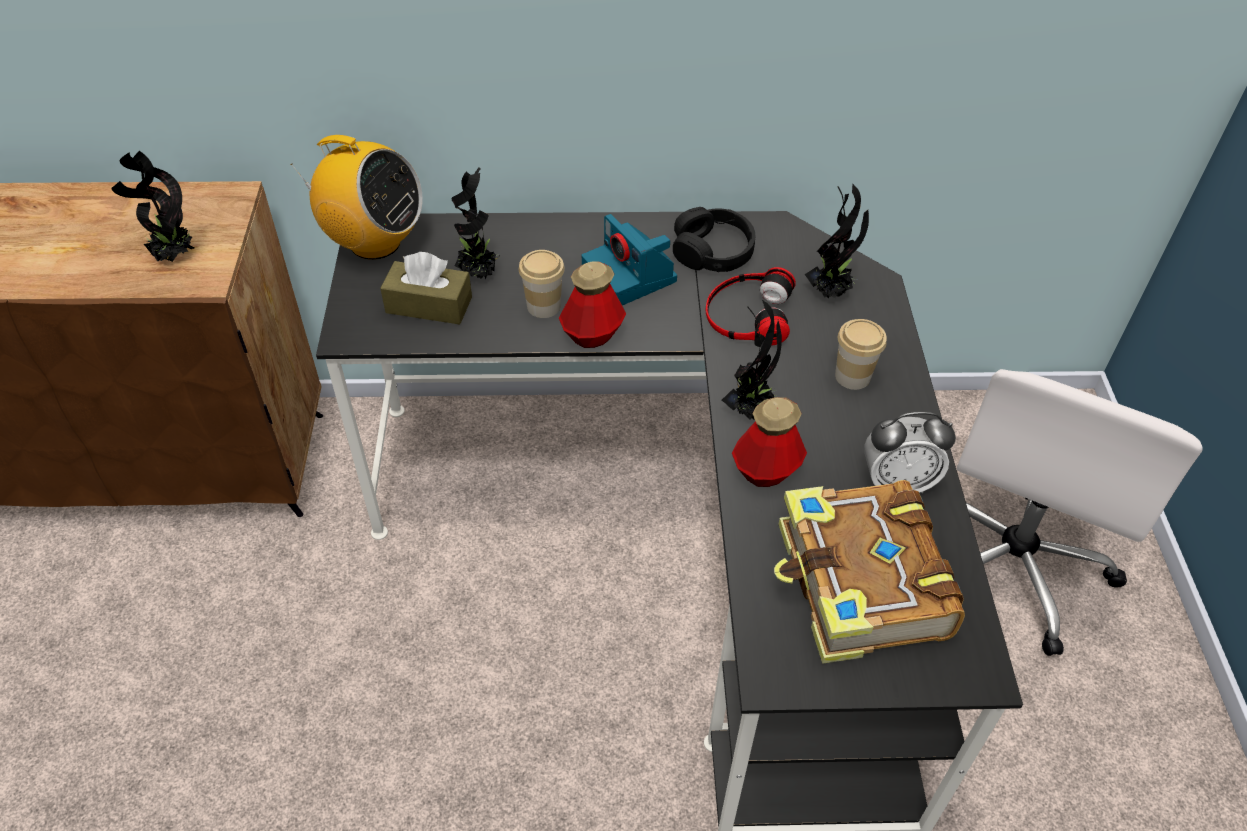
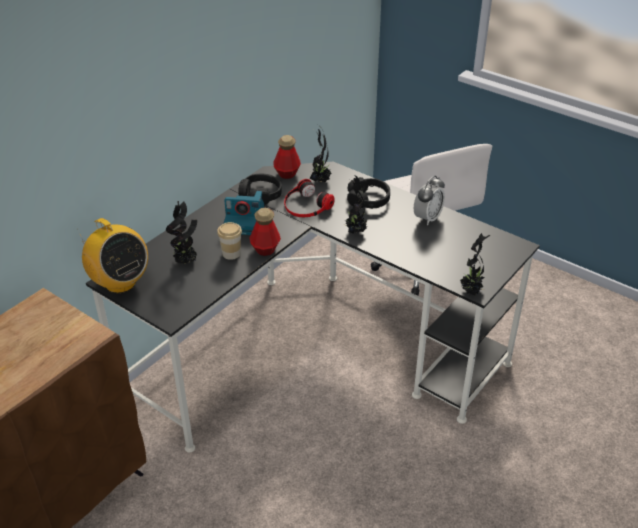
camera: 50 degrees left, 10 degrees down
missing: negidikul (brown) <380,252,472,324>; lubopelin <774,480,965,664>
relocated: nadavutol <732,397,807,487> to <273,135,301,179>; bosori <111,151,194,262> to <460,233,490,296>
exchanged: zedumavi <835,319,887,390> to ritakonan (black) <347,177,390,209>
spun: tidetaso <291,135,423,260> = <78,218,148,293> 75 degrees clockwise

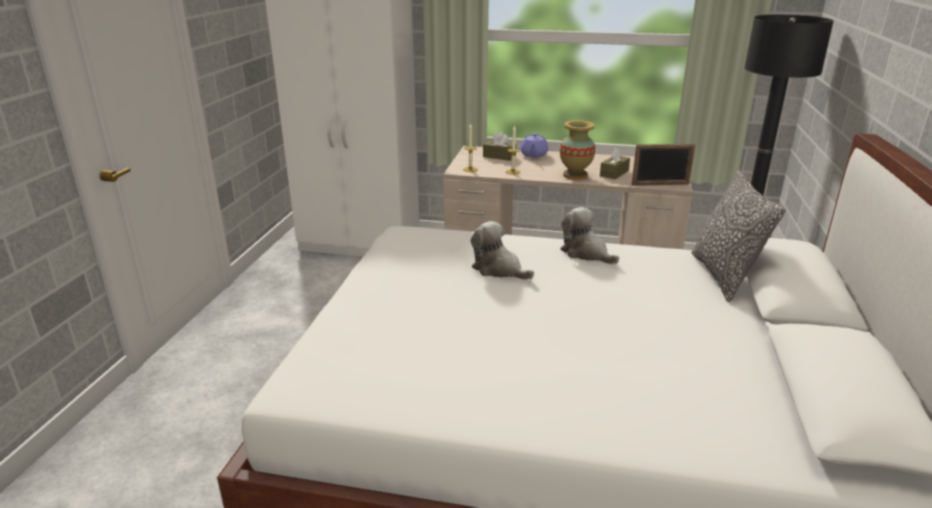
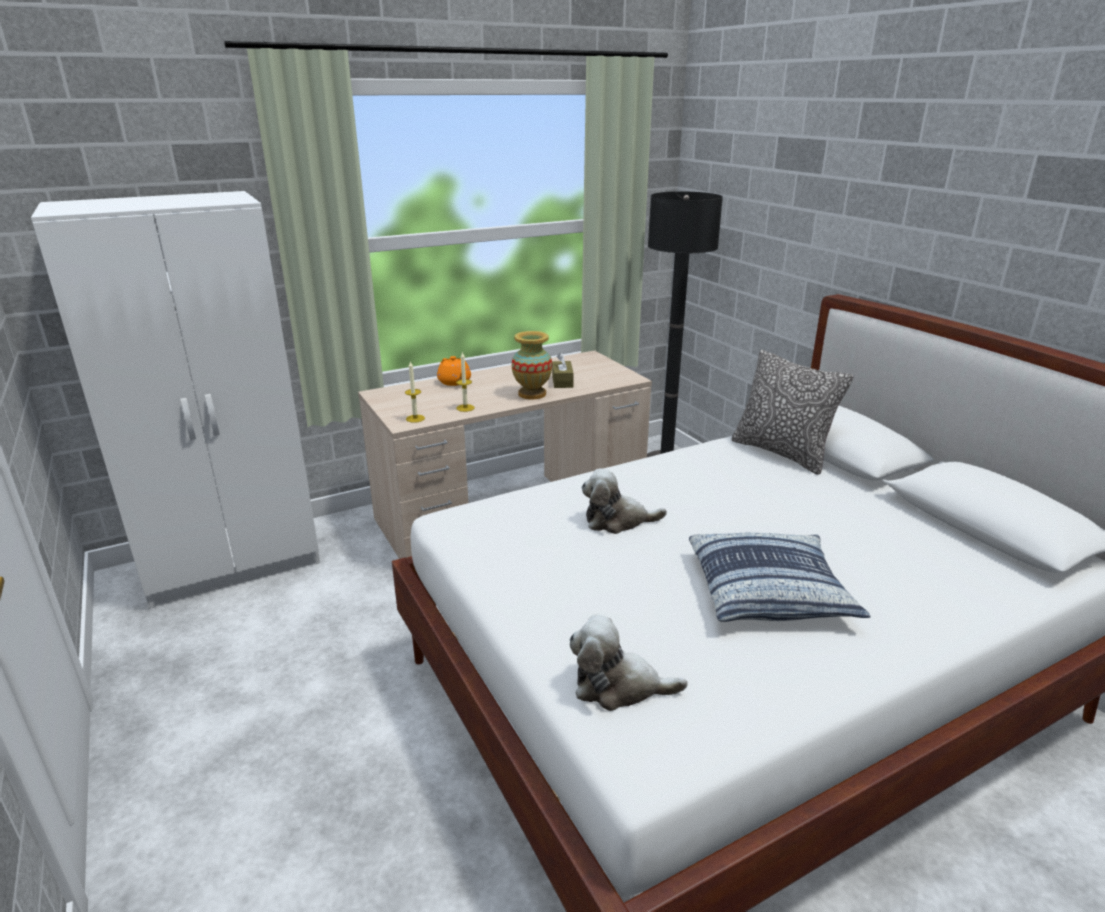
camera: 40 degrees left, 0 degrees up
missing: negidikul (brown) <483,132,516,161>; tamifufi <631,144,696,186>
appeared: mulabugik <689,533,871,622>
relocated: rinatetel <560,207,619,264> to <570,615,688,711>
colour: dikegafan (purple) <520,133,548,157> to dikegafan (orange) <437,356,471,386>

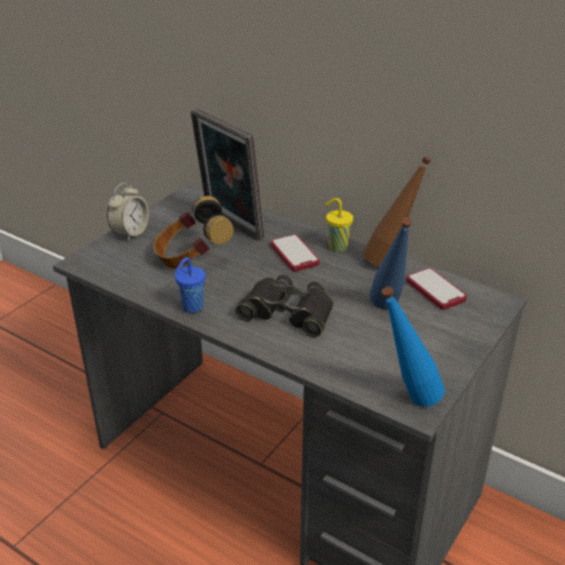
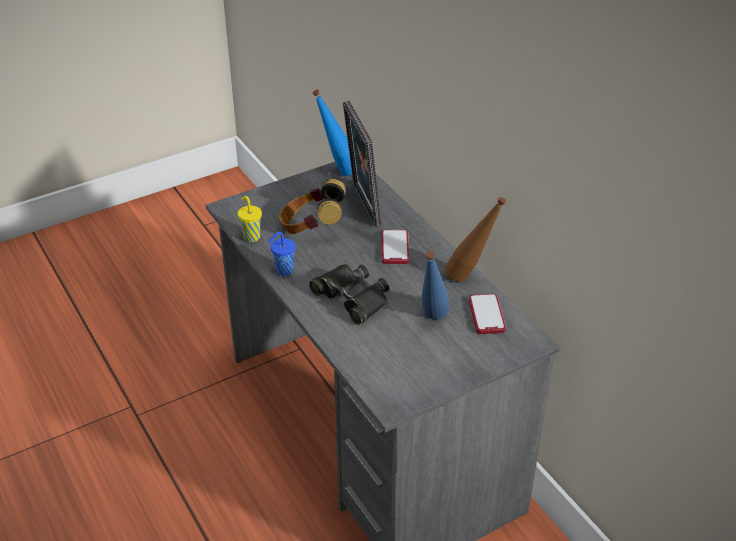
camera: 25 degrees right, 5 degrees up
missing: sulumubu <107,183,149,241>
relocated: zedumavi (yellow) <325,198,353,252> to <238,196,262,242>; nadavutol (blue) <381,287,445,407> to <312,90,352,176>

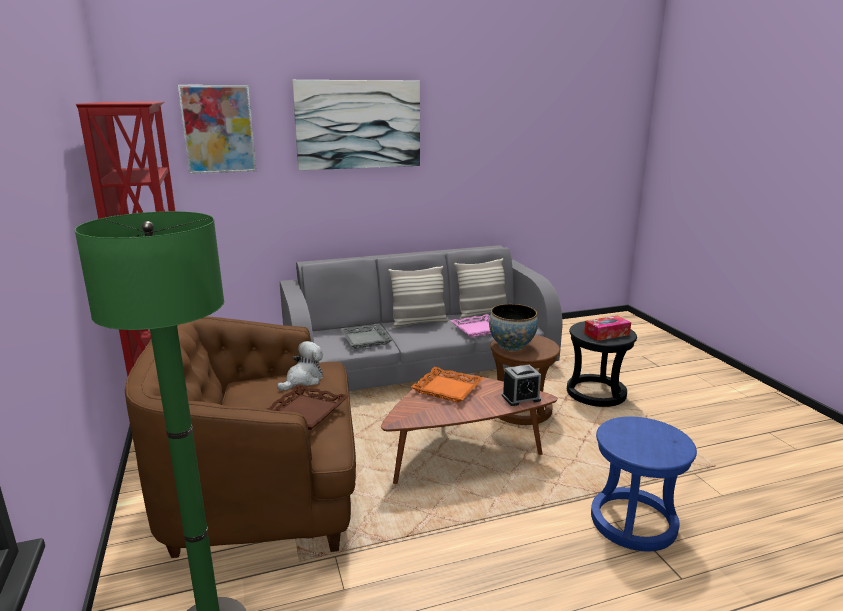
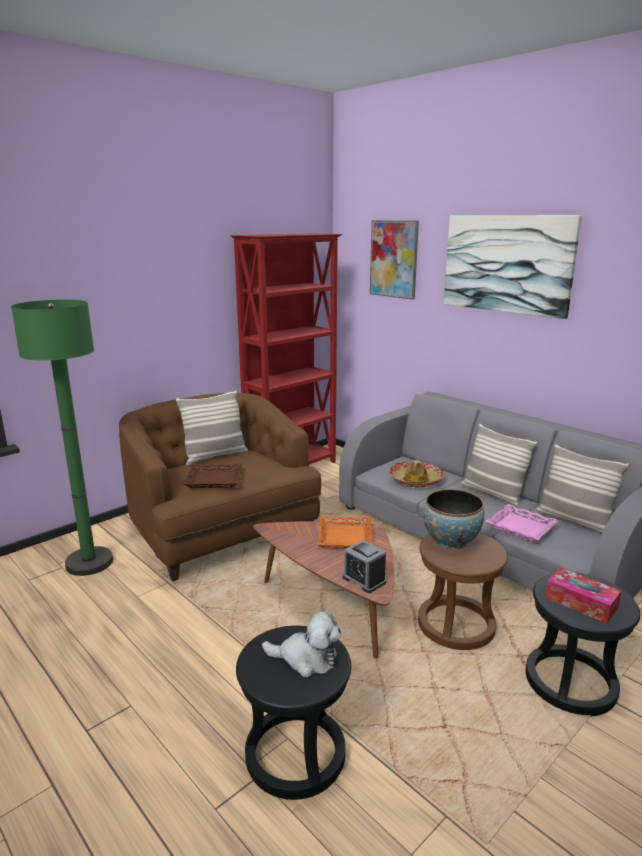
camera: 65 degrees right, 0 degrees up
appeared: mulabugik <176,390,248,465>
relocated: rinatetel <277,341,323,391> to <262,611,341,677>
exchanged: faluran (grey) <341,324,393,349> to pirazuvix <389,460,445,488>
colour: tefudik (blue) <591,416,697,552> to tefudik (black) <236,626,351,800>

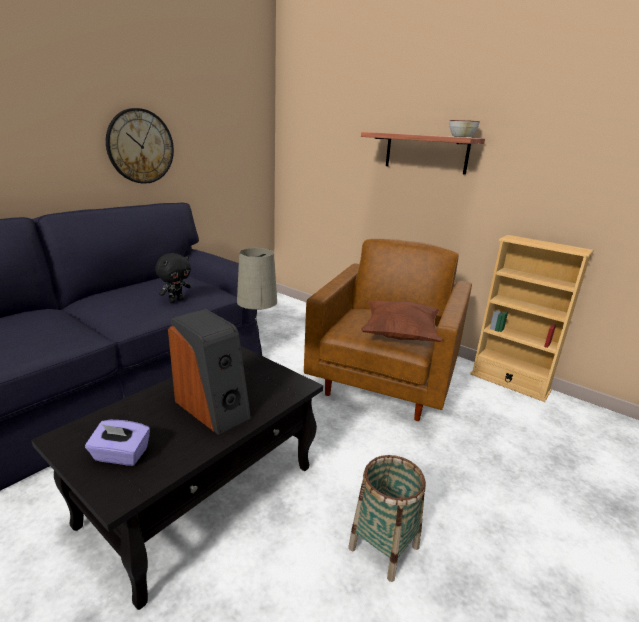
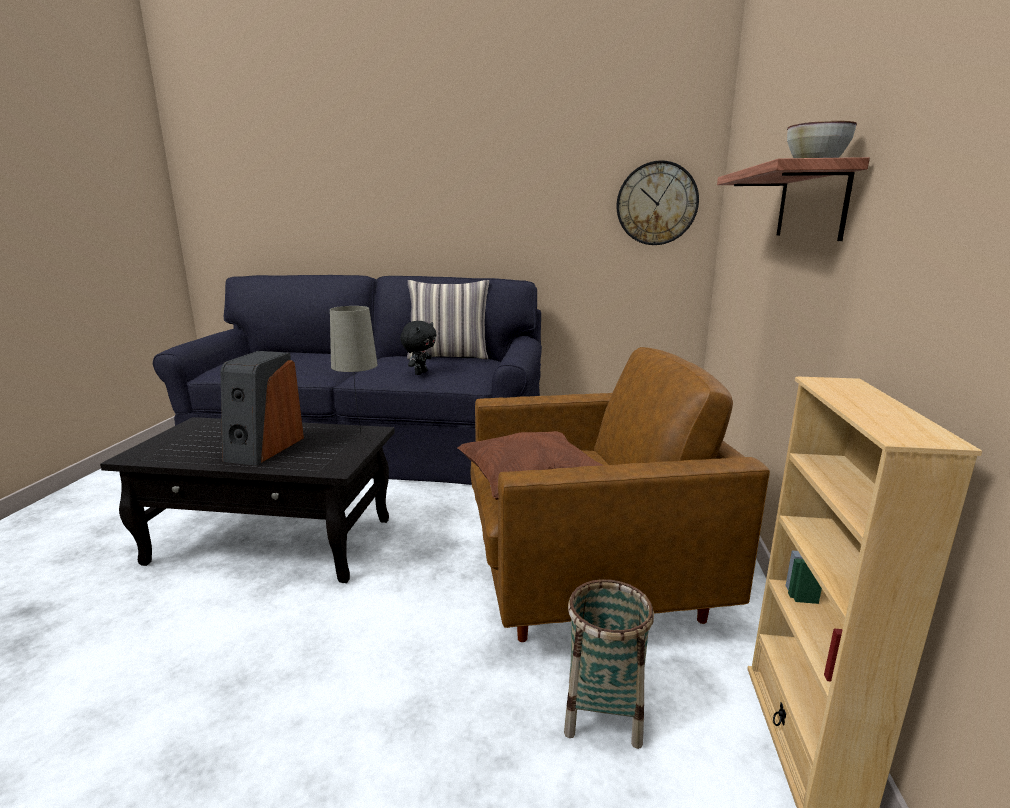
camera: 60 degrees right, 5 degrees down
missing: negidikul (purple) <85,420,150,466>
appeared: mulabugik <407,280,489,359>
relocated: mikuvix <348,455,426,582> to <564,579,654,749>; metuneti <106,108,174,184> to <616,160,699,245>
spun: rinatetel (black) <155,253,191,303> = <400,321,437,375> 75 degrees counterclockwise

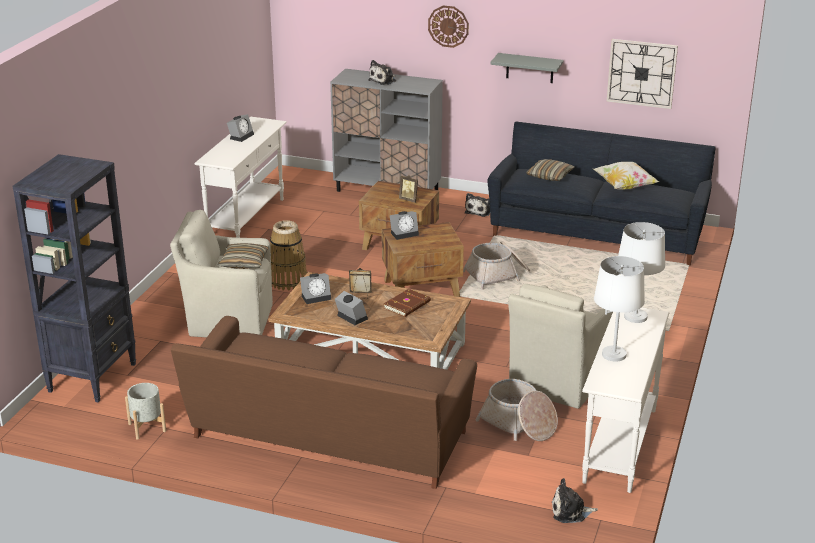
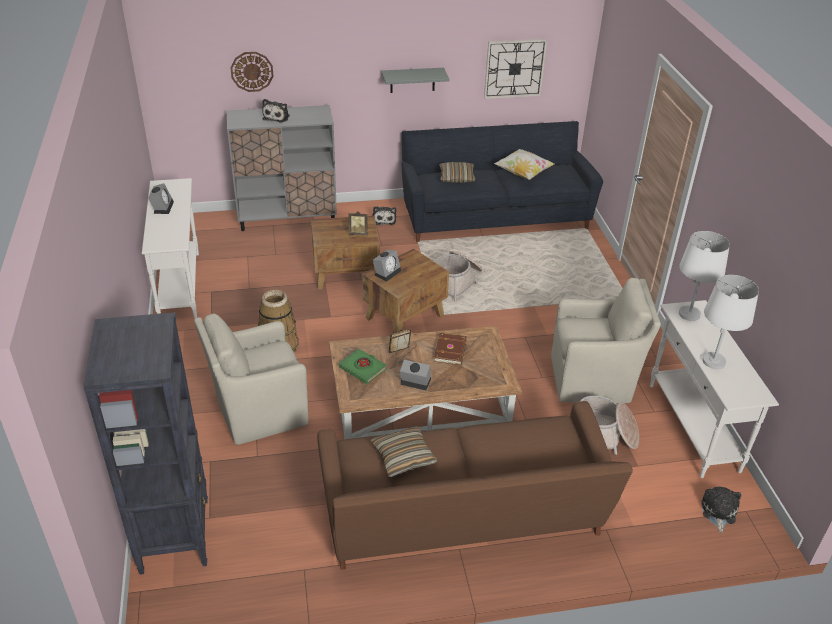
camera: 30 degrees left, 10 degrees up
missing: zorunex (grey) <125,383,166,440>
relocated: metuneti <428,5,469,48> to <230,52,274,92>; mulabugik <218,243,268,269> to <371,426,438,477>
exchanged: sulumubu <300,273,331,304> to lubopelin (green) <339,349,387,384>
spun: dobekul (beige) <508,284,613,409> = <551,278,661,403> 90 degrees counterclockwise; rinatetel <552,478,598,523> = <701,486,741,533> 135 degrees clockwise

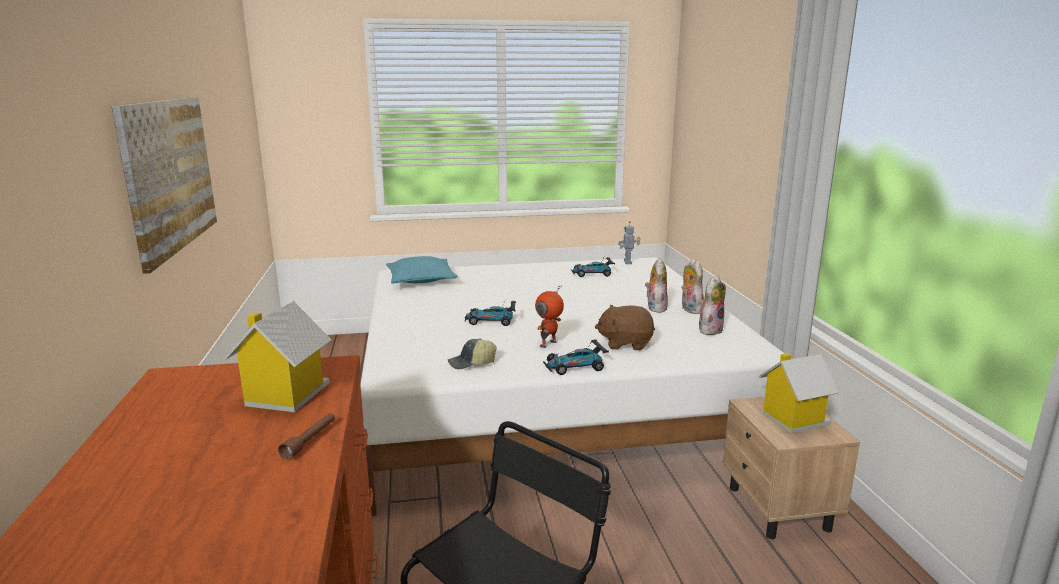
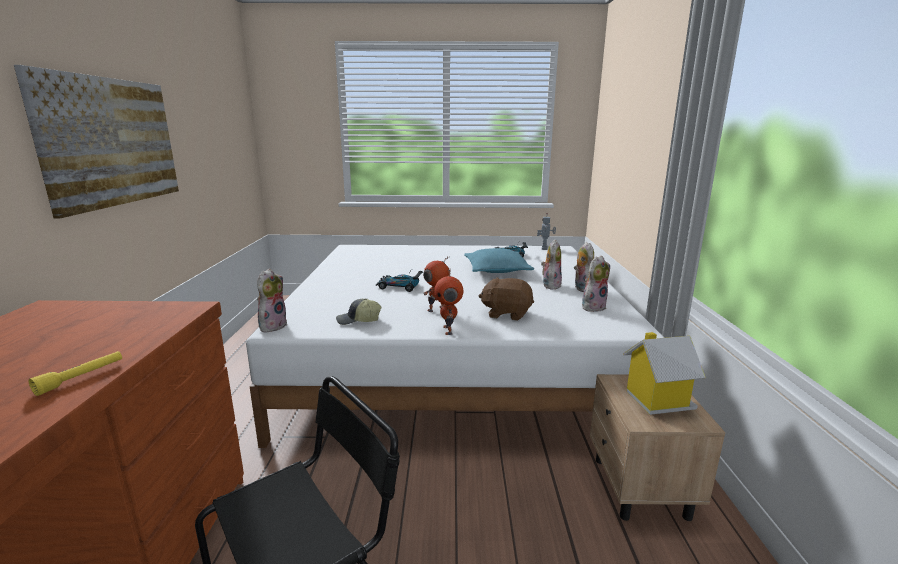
camera: 10 degrees right, 0 degrees up
missing: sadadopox <224,301,332,412>
appeared: rinatetel <257,269,288,333>
relocated: mulabugik (turquoise) <386,256,458,284> to <464,248,534,273>
exchanged: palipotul <543,340,609,375> to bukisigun <434,268,464,335>
colour: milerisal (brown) <278,413,335,460> to milerisal (yellow) <28,351,122,396>

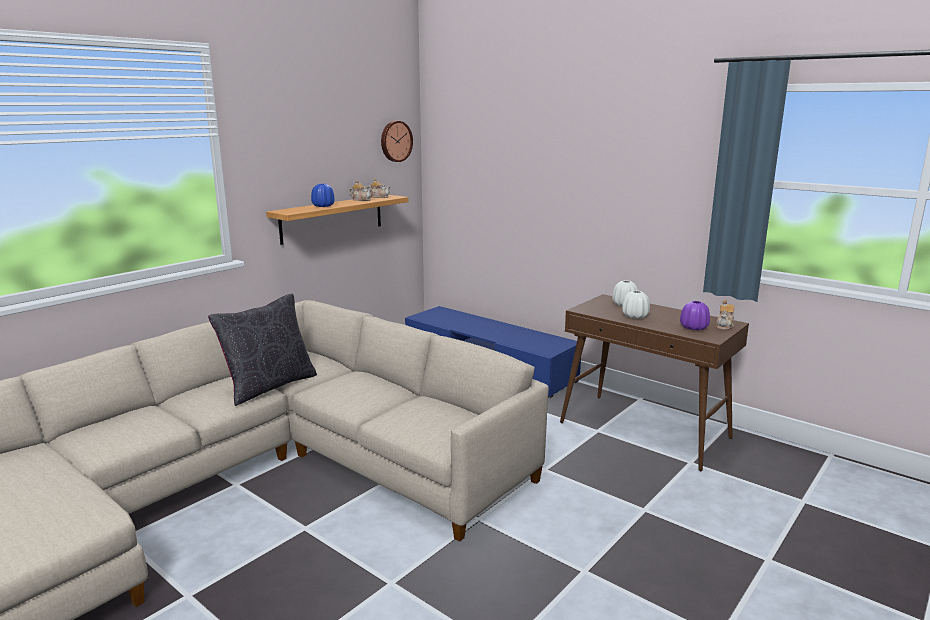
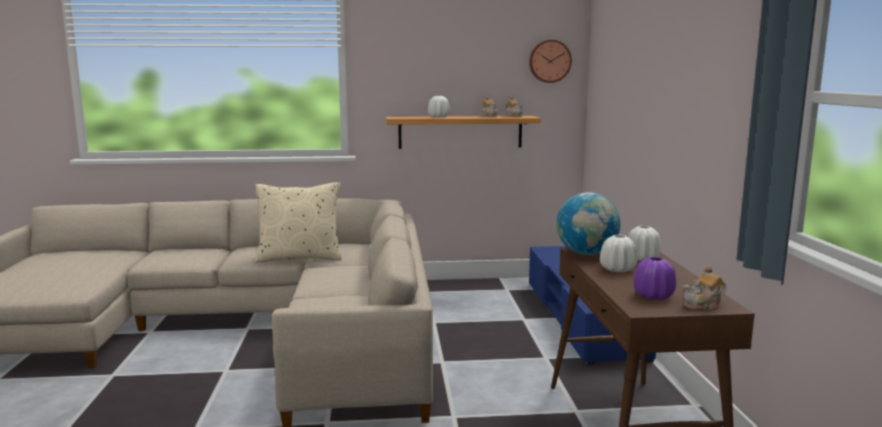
camera: 45 degrees right, 5 degrees down
appeared: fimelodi <556,192,621,255>
colour: mulabugik (black) <208,294,317,406> to mulabugik (beige) <254,182,342,262>; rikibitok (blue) <311,184,334,207> to rikibitok (white) <428,96,450,118>

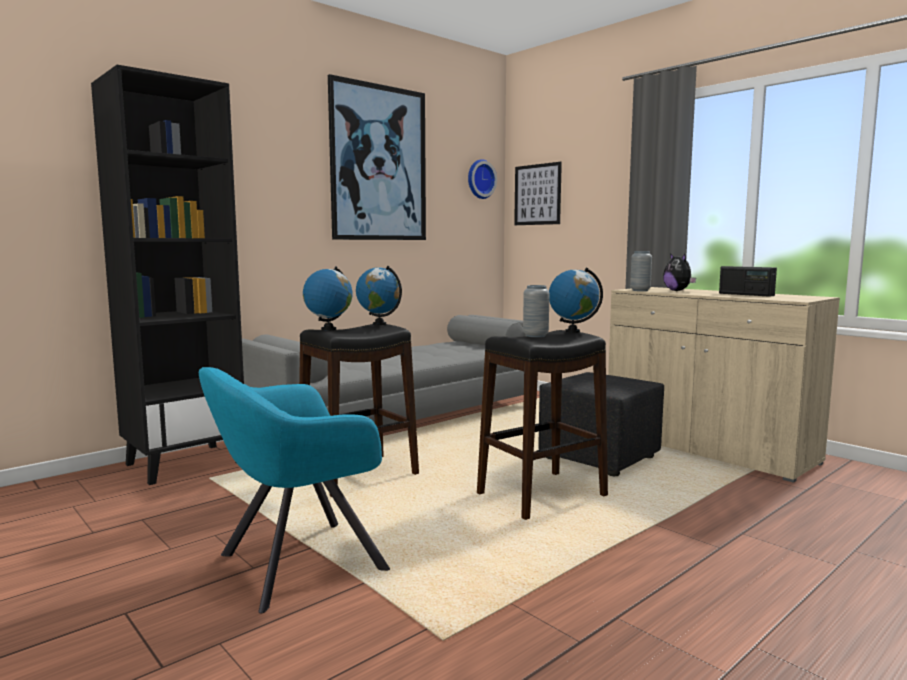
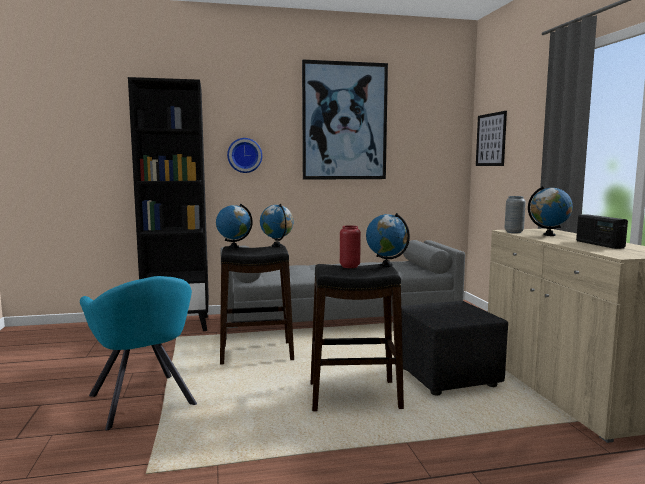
camera: 30 degrees right, 0 degrees up
relocated: metuneti <468,159,497,199> to <227,138,262,173>
exchanged: rinatetel <663,253,696,291> to fimelodi <528,186,573,236>
colour: rikibitok (grey) <523,285,550,337> to rikibitok (red) <340,225,361,268>
spun: dobekul (turquoise) <199,367,390,613> = <80,276,197,431> 120 degrees counterclockwise

